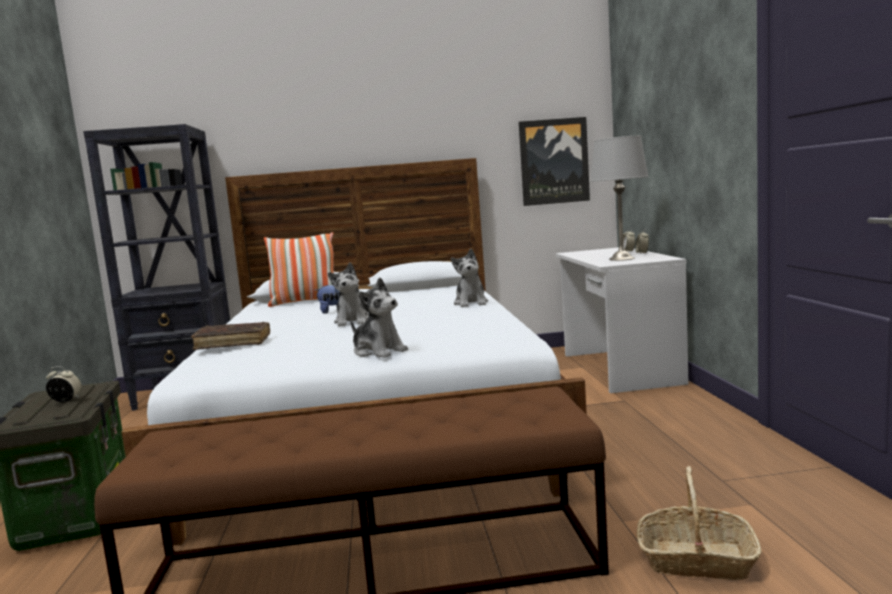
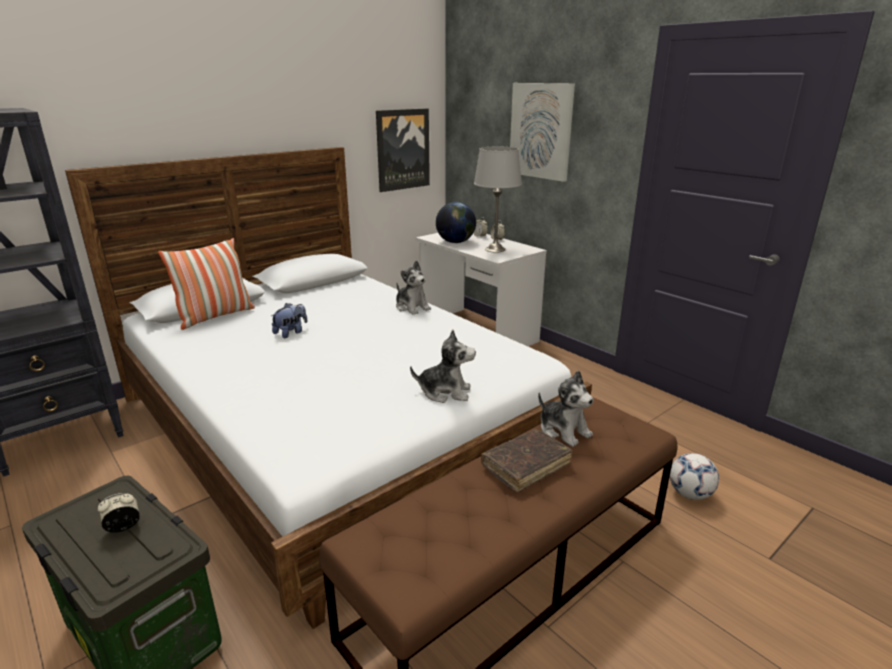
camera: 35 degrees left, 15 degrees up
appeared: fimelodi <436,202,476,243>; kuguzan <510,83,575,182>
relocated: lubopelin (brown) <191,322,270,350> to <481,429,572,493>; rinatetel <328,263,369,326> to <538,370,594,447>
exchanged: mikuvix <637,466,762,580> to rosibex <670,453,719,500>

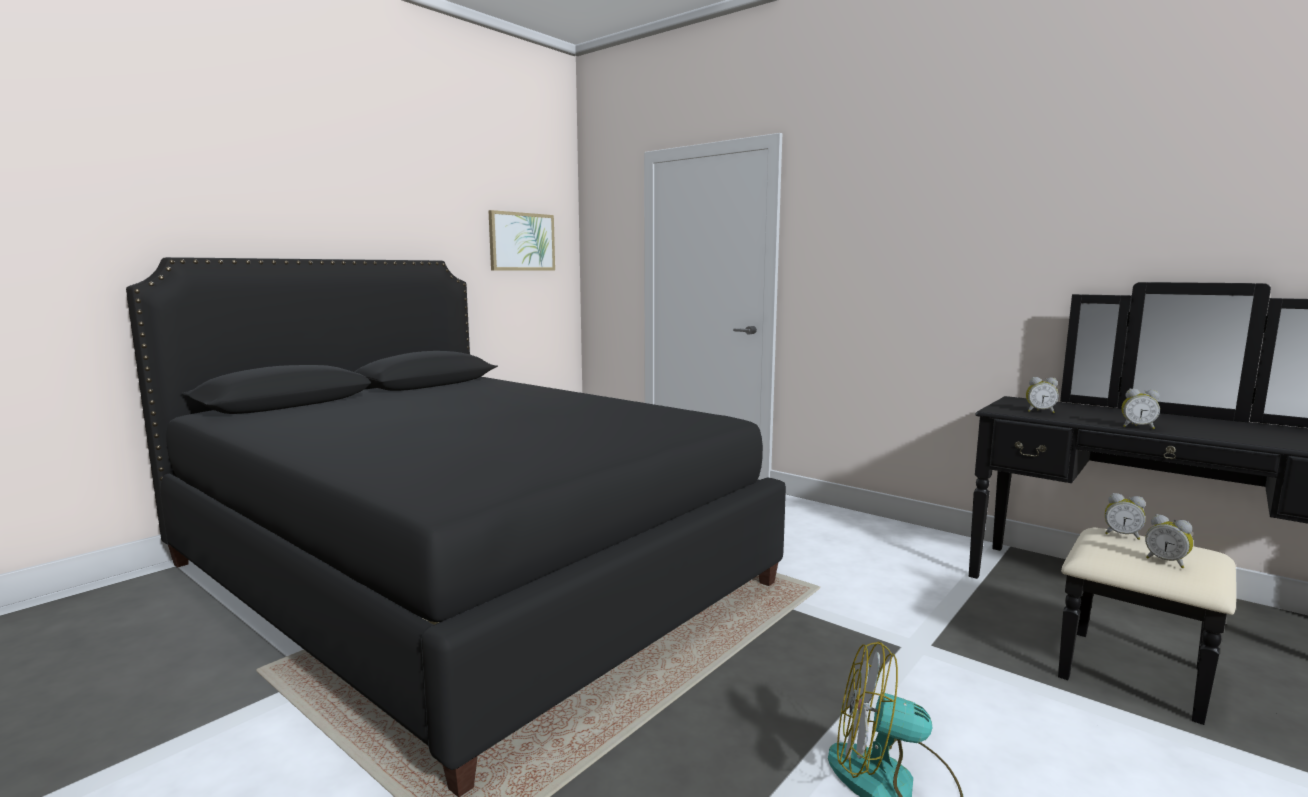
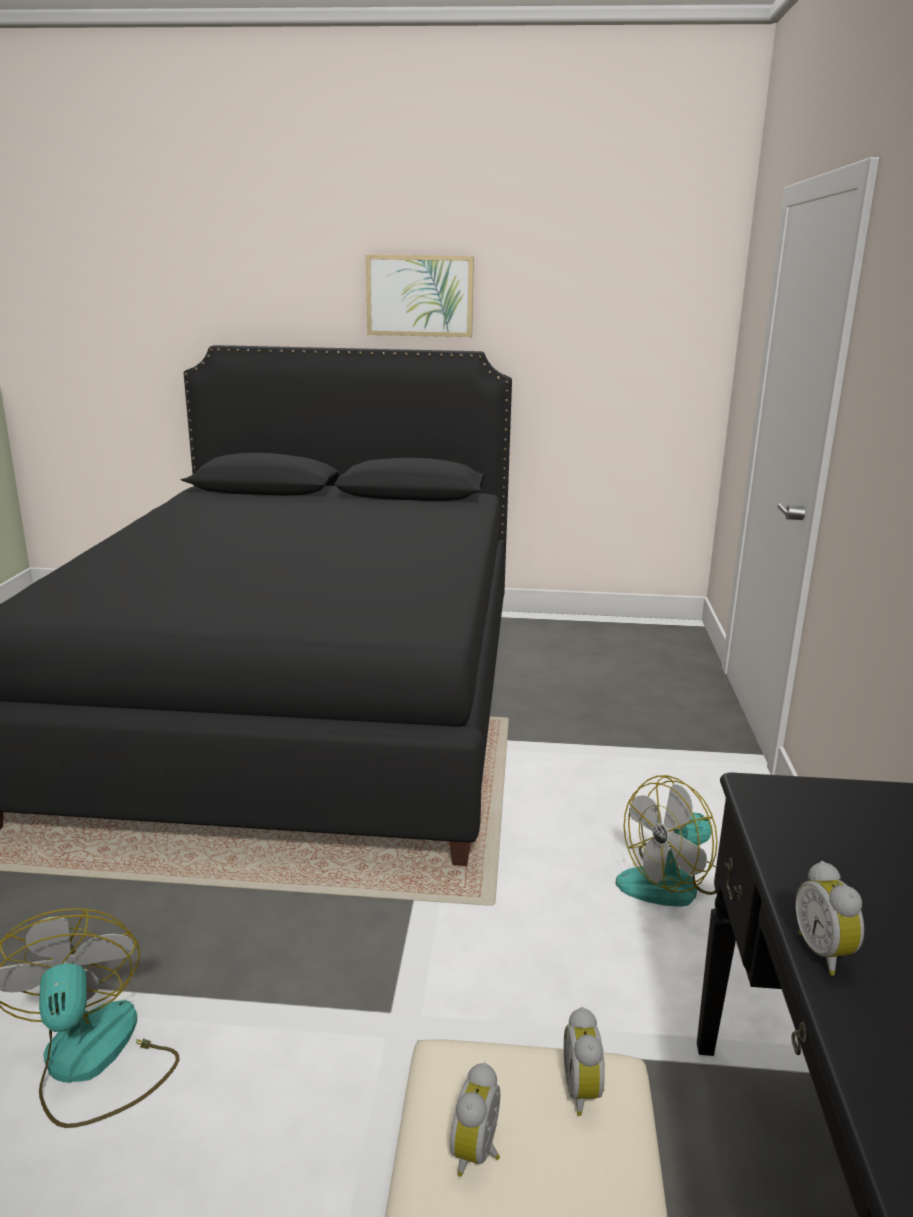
camera: 55 degrees right, 10 degrees up
missing: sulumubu <1026,377,1059,413>
appeared: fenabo <616,775,718,907>
relocated: kuguzan <488,210,555,271> to <366,255,474,337>

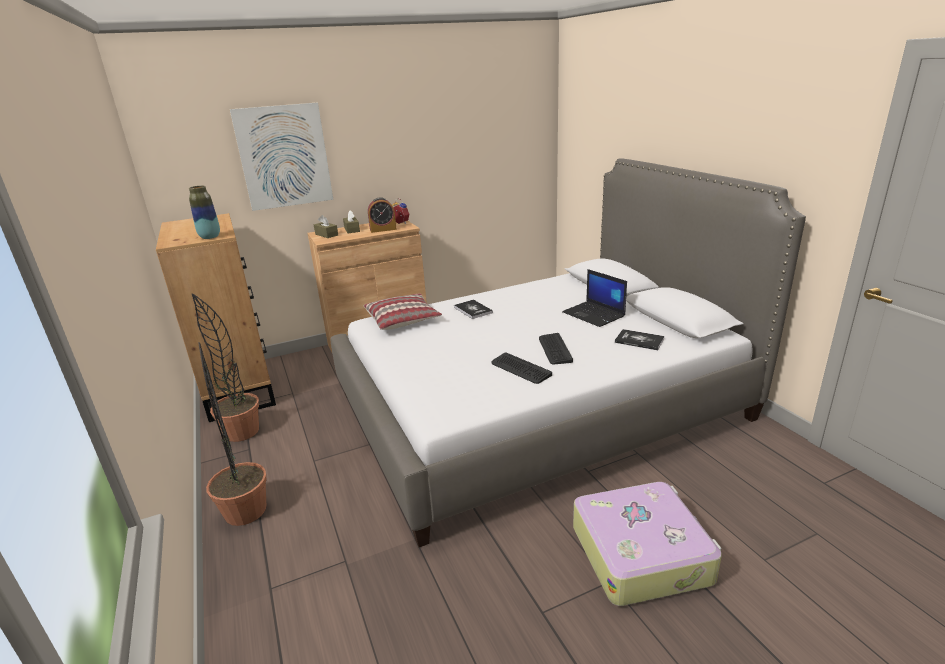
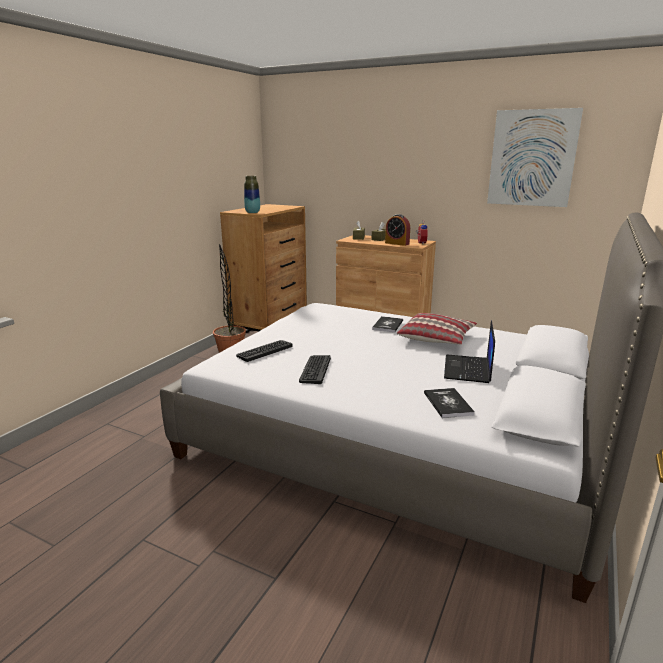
camera: 50 degrees right, 5 degrees down
missing: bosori <198,342,267,526>; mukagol <573,482,722,606>
relocated: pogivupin <539,333,573,365> to <236,340,293,362>; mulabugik <364,294,442,330> to <397,313,477,345>; kuguzan <230,103,333,211> to <487,108,583,207>

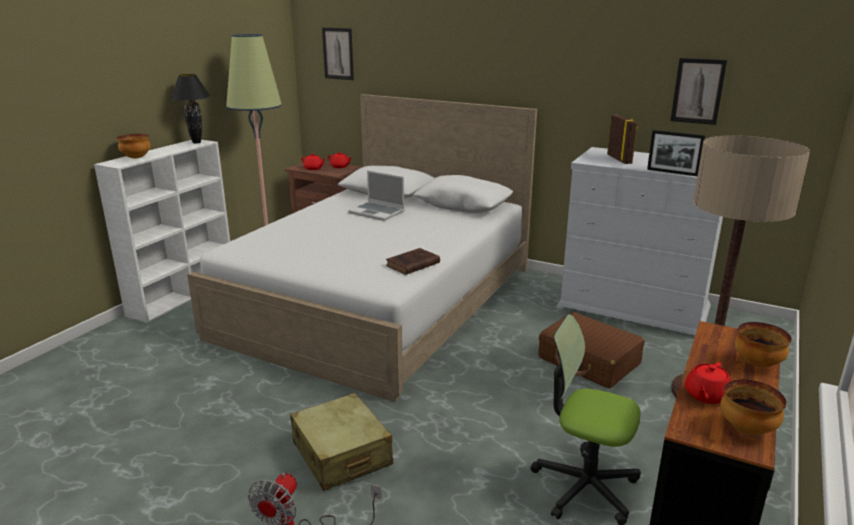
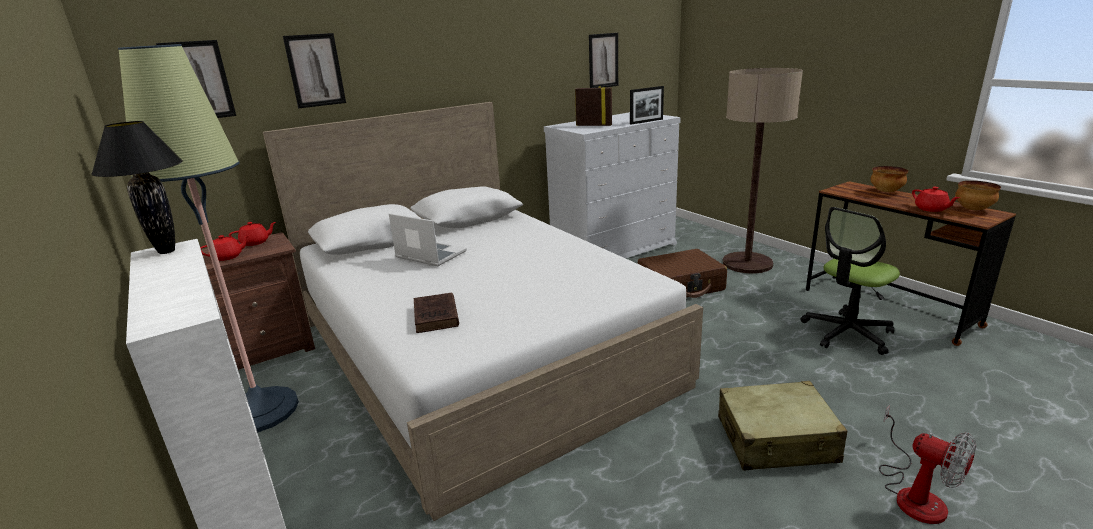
camera: 60 degrees left, 0 degrees up
missing: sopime <117,134,151,158>
appeared: kuguzan <283,33,346,108>
relocated: lubopelin (brown) <386,248,440,275> to <414,293,459,333>
spun: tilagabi <348,170,405,221> = <389,213,467,266> 120 degrees counterclockwise

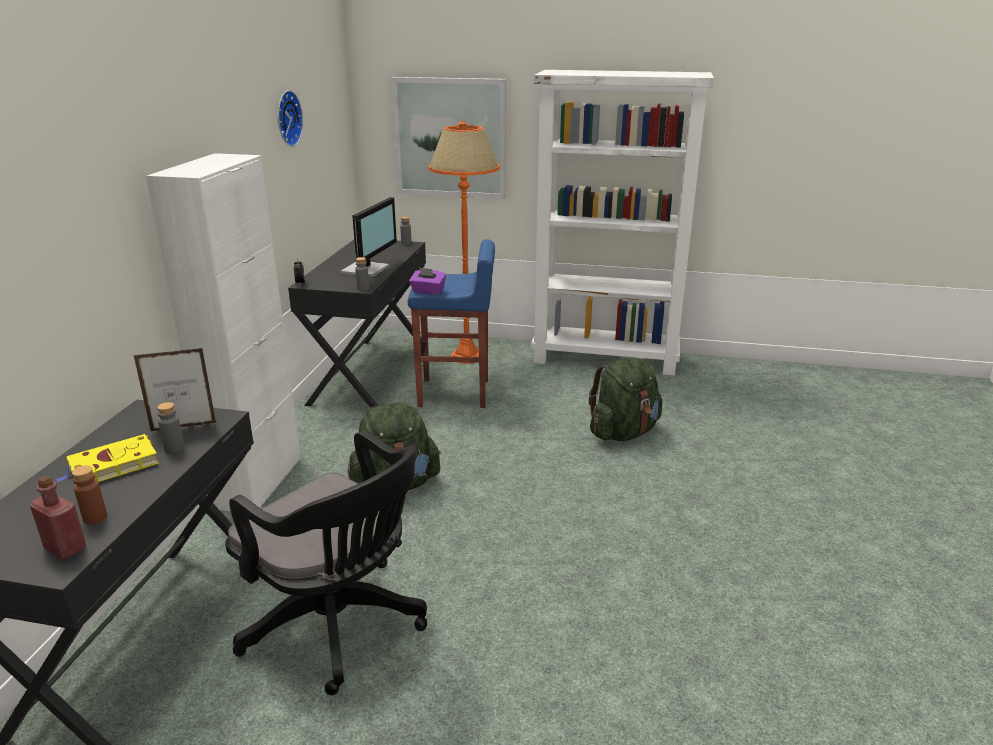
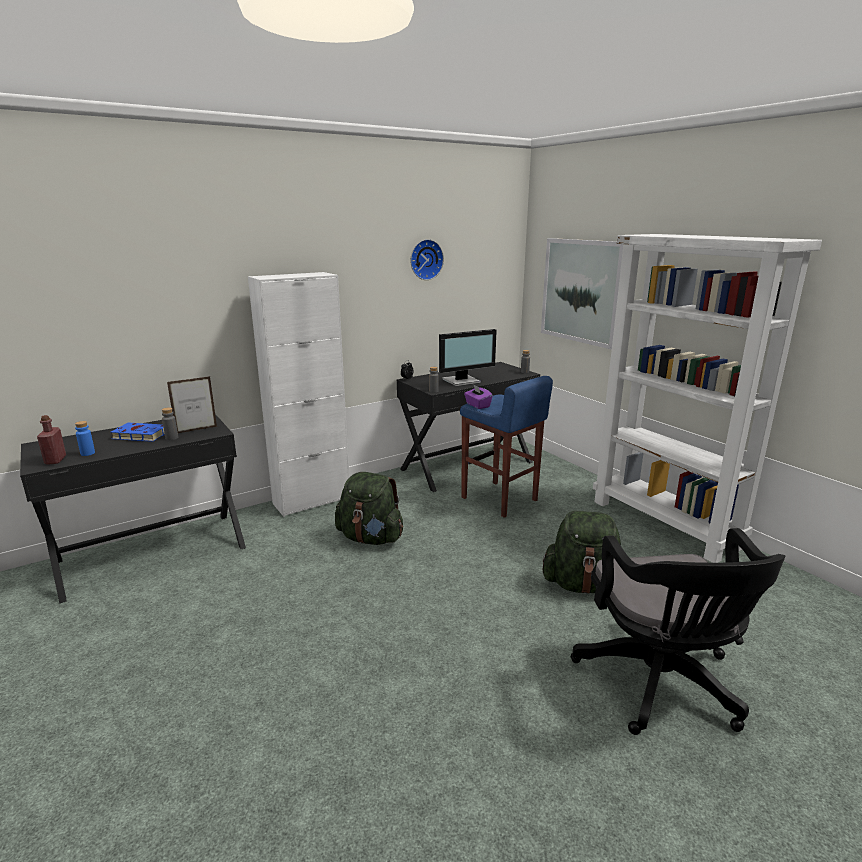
camera: 45 degrees right, 5 degrees down
missing: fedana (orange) <428,121,500,364>
relocated: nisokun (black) <225,430,427,695> to <571,528,785,735>
colour: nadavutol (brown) <72,466,107,525> to nadavutol (blue) <75,421,95,456>; lubopelin (yellow) <55,434,159,482> to lubopelin (blue) <110,423,165,442>
spun: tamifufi <134,348,216,431> = <167,376,217,433> 60 degrees counterclockwise

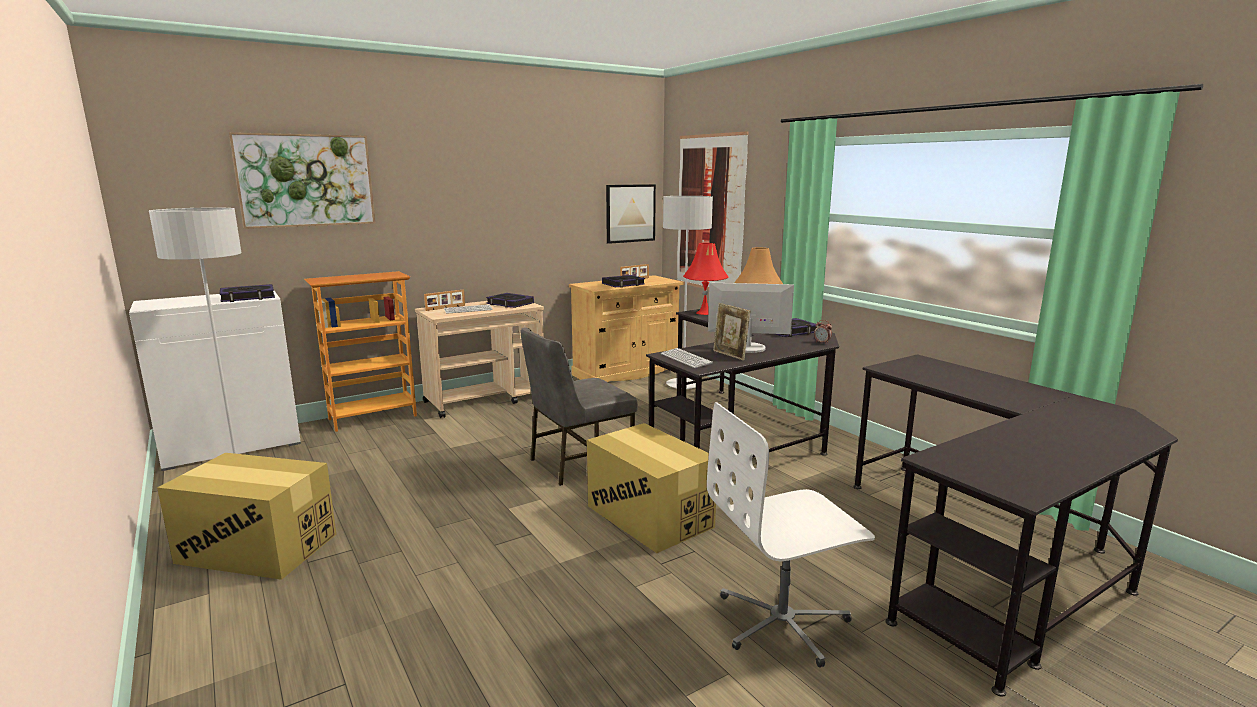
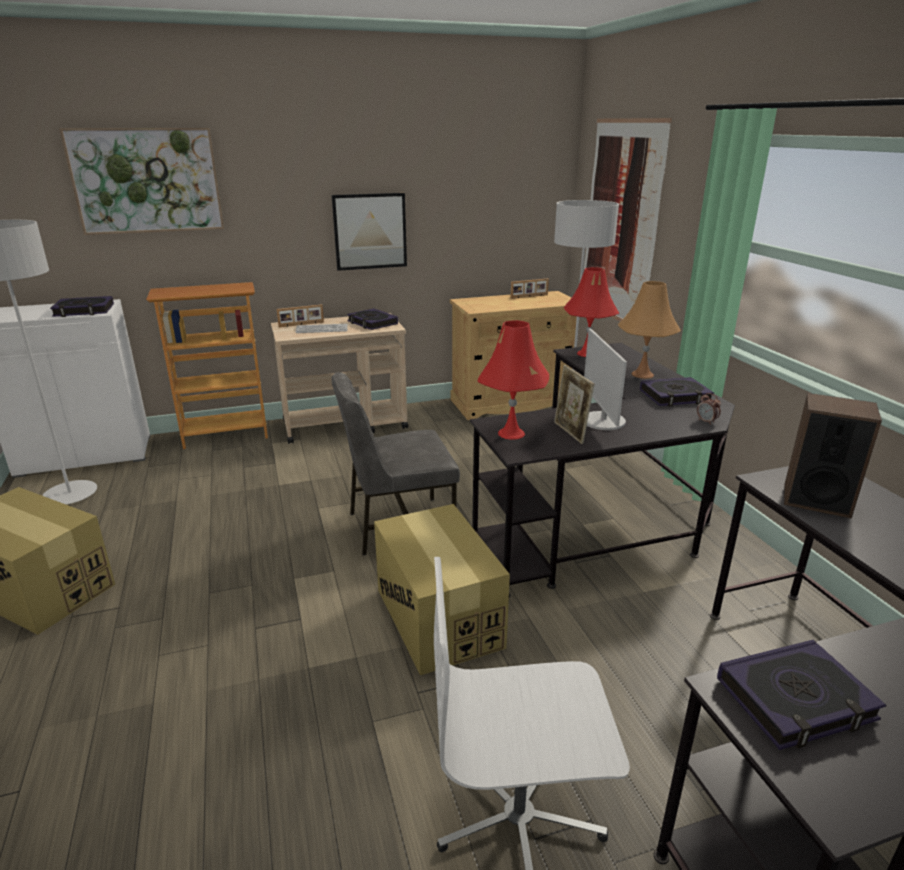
camera: 15 degrees right, 10 degrees up
appeared: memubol <784,393,882,518>
relocated: kuguzan <606,184,656,244> to <332,193,407,271>; lubopelin <602,275,645,288> to <717,640,886,750>
exchanged: pogivupin <661,348,713,368> to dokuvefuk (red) <478,320,549,440>
spun: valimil <708,282,794,353> = <584,328,627,430> 120 degrees counterclockwise

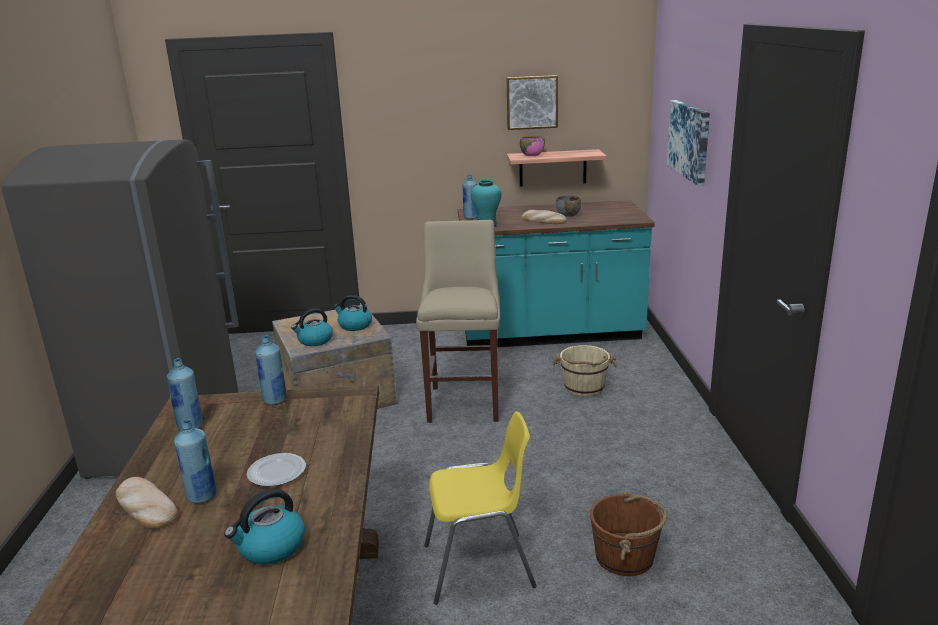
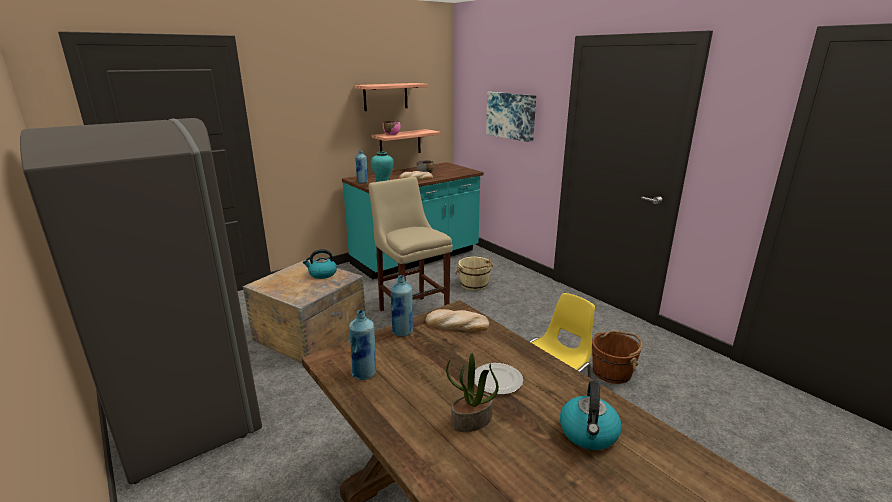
camera: 35 degrees left, 0 degrees up
missing: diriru <291,308,333,346>
relocated: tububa <116,477,178,529> to <425,309,489,332>
exchanged: kuguzan <507,75,558,130> to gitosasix <354,83,428,111>; nadavutol (blue) <174,419,217,504> to bosori <446,353,499,432>

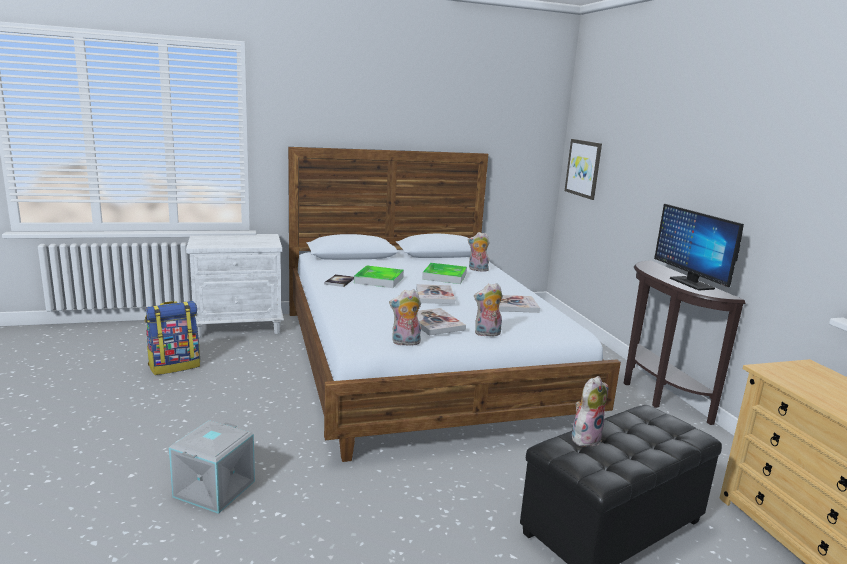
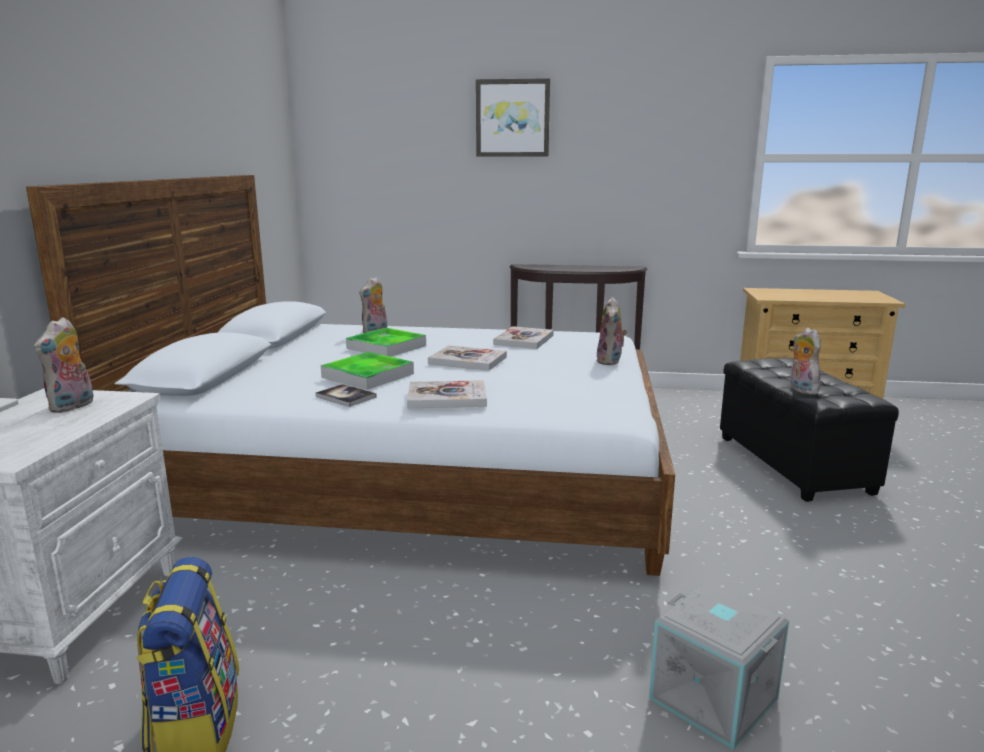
camera: 65 degrees left, 0 degrees up
missing: valimil <654,204,744,290>
relocated: rinatetel <389,289,421,346> to <34,317,94,413>; lubopelin <417,308,466,336> to <407,380,487,408>; kuguzan <565,139,602,200> to <476,78,550,156>

